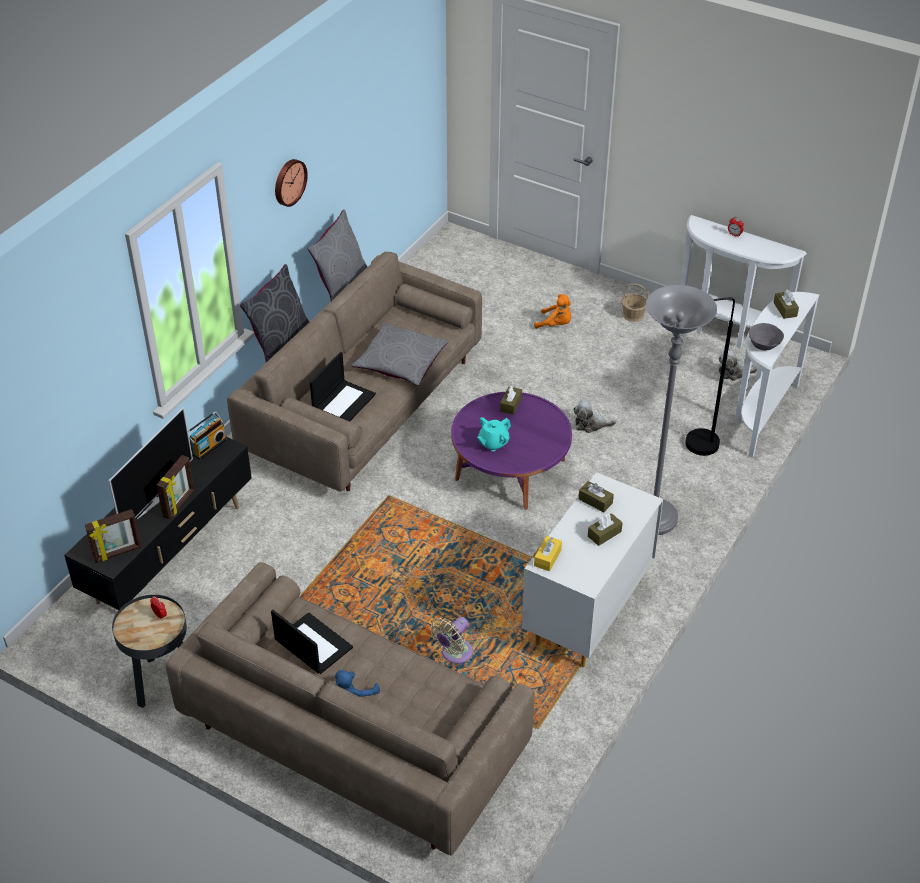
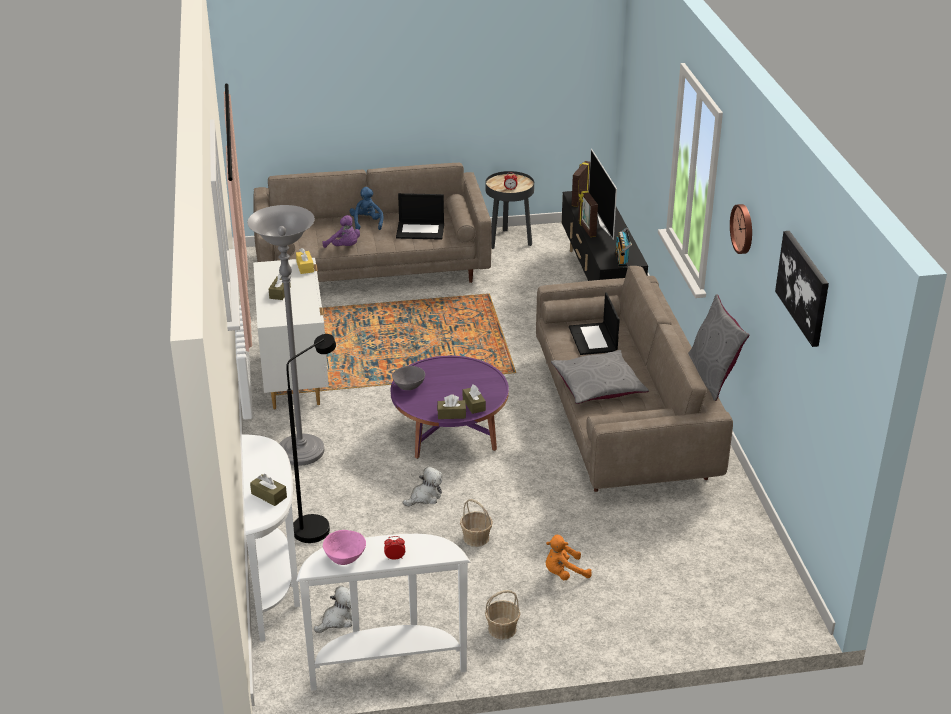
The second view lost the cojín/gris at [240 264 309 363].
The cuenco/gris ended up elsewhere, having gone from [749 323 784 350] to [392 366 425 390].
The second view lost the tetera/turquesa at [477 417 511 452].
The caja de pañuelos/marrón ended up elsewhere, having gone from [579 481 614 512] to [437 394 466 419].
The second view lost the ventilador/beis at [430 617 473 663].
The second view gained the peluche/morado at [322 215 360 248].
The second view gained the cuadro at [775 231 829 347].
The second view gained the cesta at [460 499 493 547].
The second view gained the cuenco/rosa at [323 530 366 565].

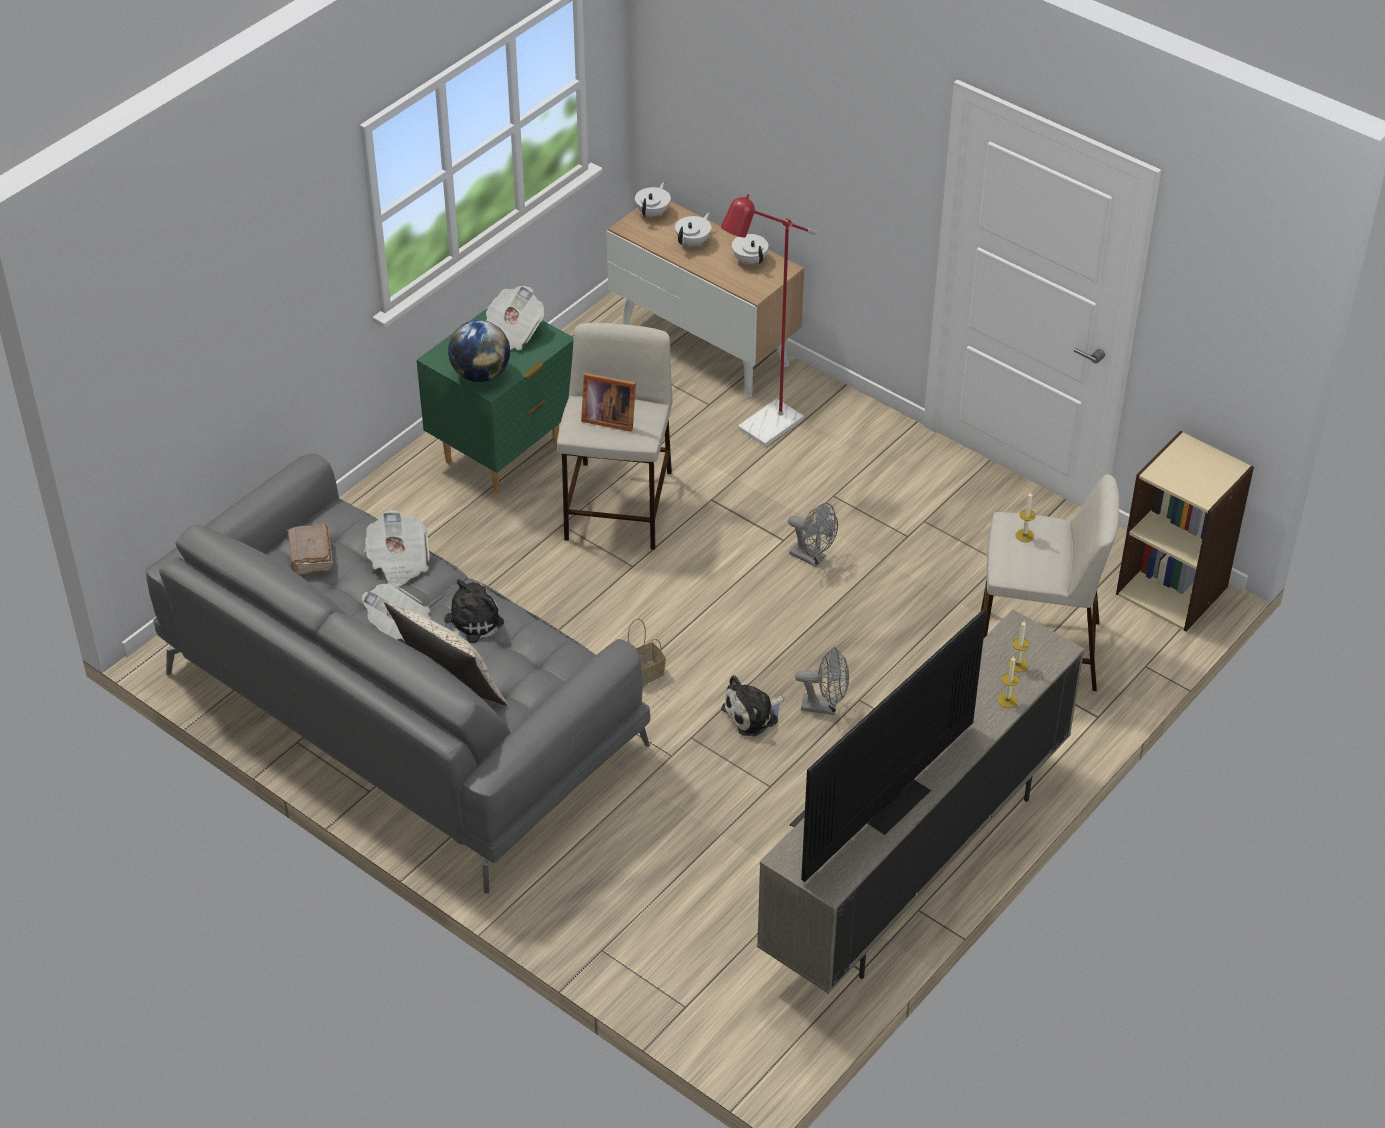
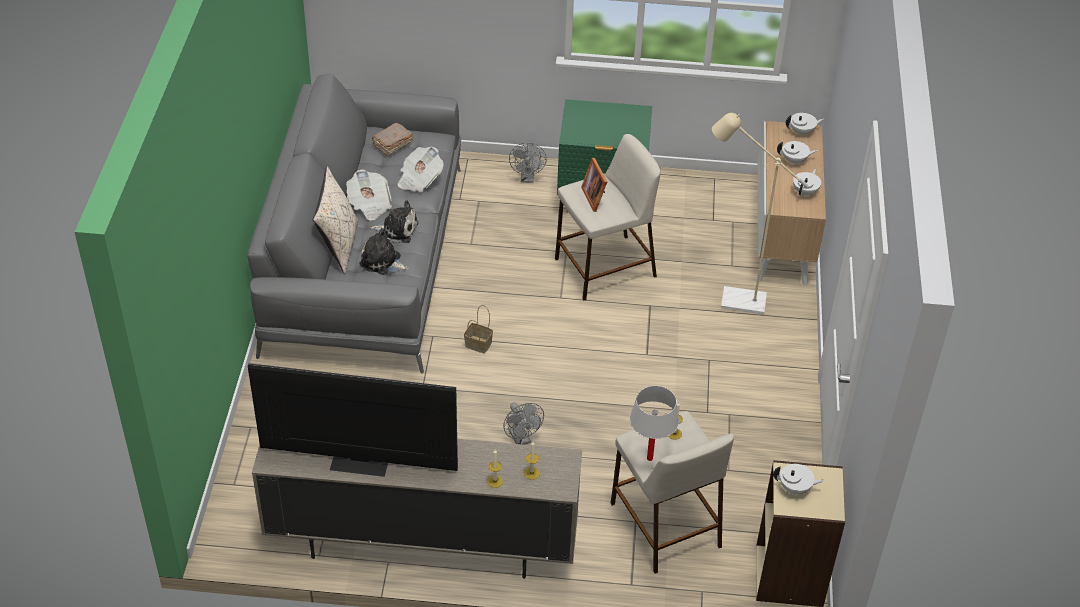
What was the lámpara de pie/rojo at [721 194 817 447] turned into the lámpara de pie/beis at [712 113 808 314].
The second view lost the periódico at [486 286 544 350].
The second view lost the globo terráqueo at [448 320 510 382].
The ventilador/gris ended up elsewhere, having gone from [788 503 838 567] to [509 143 547 183].
The peluche ended up elsewhere, having gone from [721 675 785 736] to [359 228 409 275].
The second view gained the lámpara de mesa/blanco at [630 386 679 461].
The second view gained the tetera/blanco at [773 464 825 496].

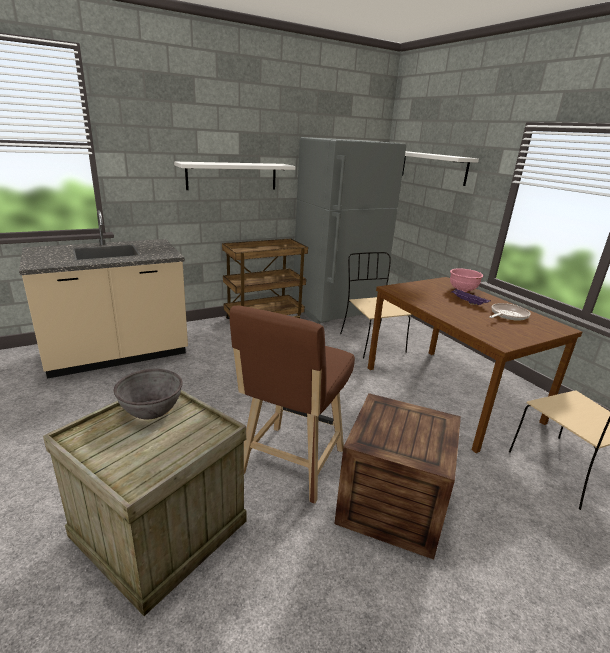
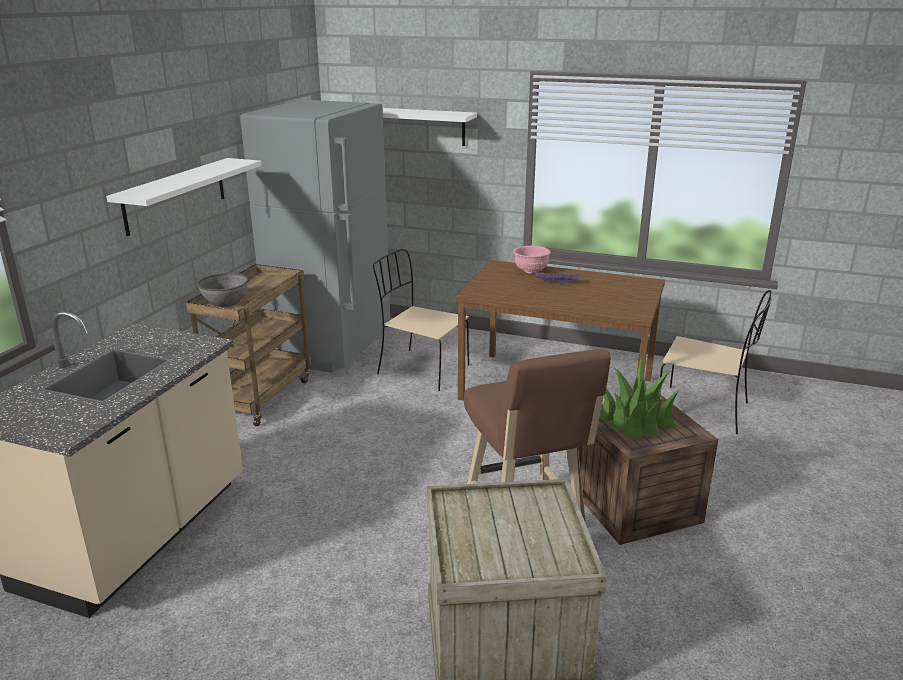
The second view lost the sartén at [489 303 531 321].
The cuenco/gris ended up elsewhere, having gone from [114 369 183 419] to [197 273 248 307].
The second view gained the planta en maceta at [599 357 681 440].

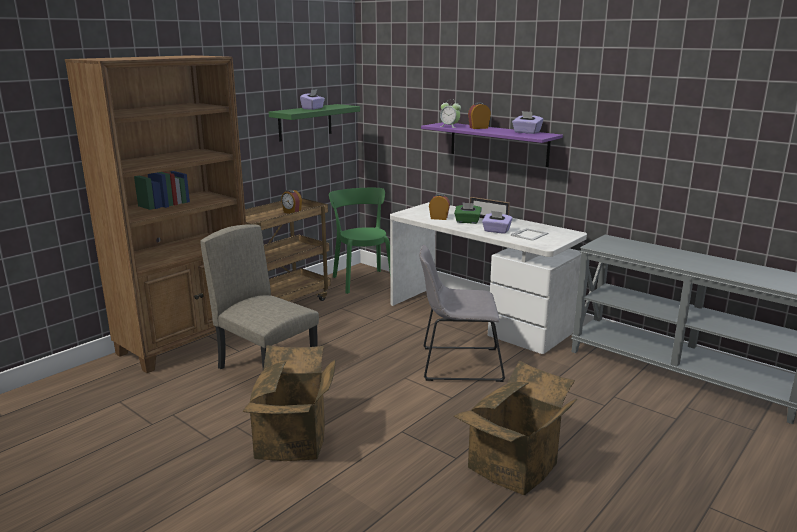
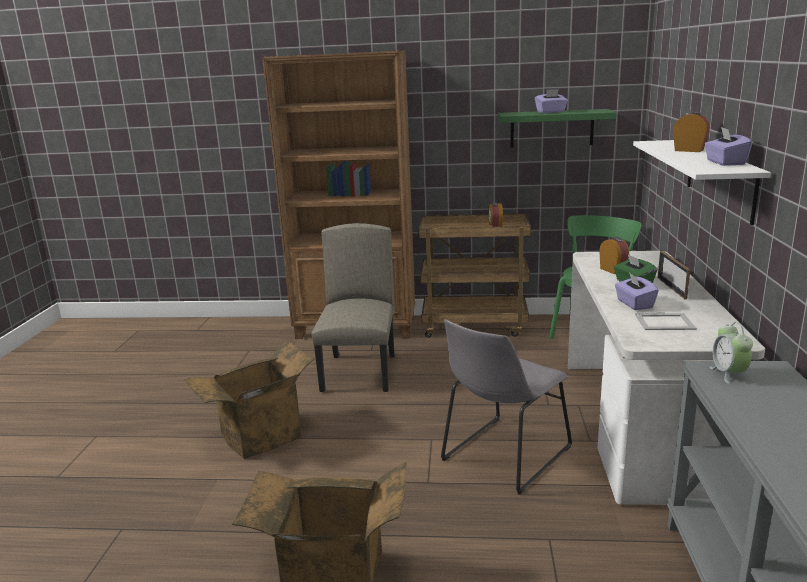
The despertador ended up elsewhere, having gone from [440 99 461 128] to [710 322 753 384].
What was the estante/morado at [421 122 563 167] turned into the estante/blanco at [633 140 771 225].
The silla/gris at [419 245 505 382] ended up facing another way, 105 degrees counterclockwise from before.

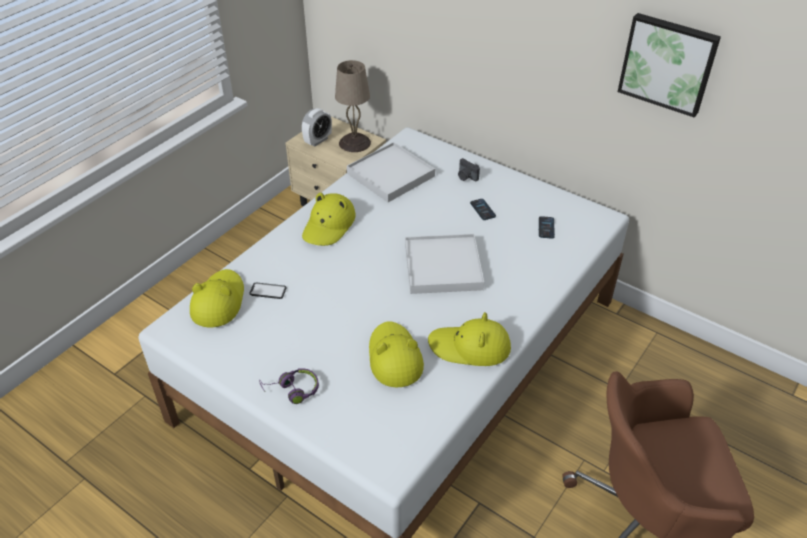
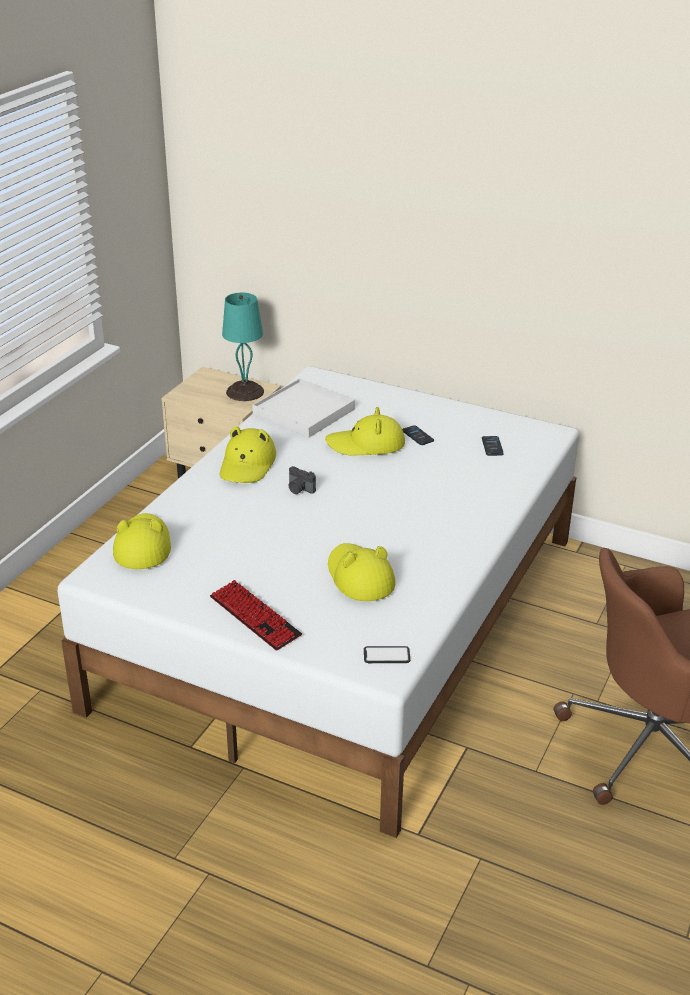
The second view lost the cuadro at [618 13 721 117].
What was the lámpara de mesa/beis at [335 60 371 152] turned into the lámpara de mesa/turquesa at [222 293 264 401].
The second view lost the despertador at [302 108 332 146].
The cámara ended up elsewhere, having gone from [458 158 480 181] to [289 466 316 494].
The second view lost the bandeja/blanco at [405 234 484 294].
The móvil ended up elsewhere, having gone from [249 282 287 299] to [364 646 410 663].
The sombrero/amarillo ended up elsewhere, having gone from [428 312 511 366] to [325 407 405 455].
Where the auriculares/morado stood at [259 368 319 404], the teclado came to stand at [210 580 302 651].

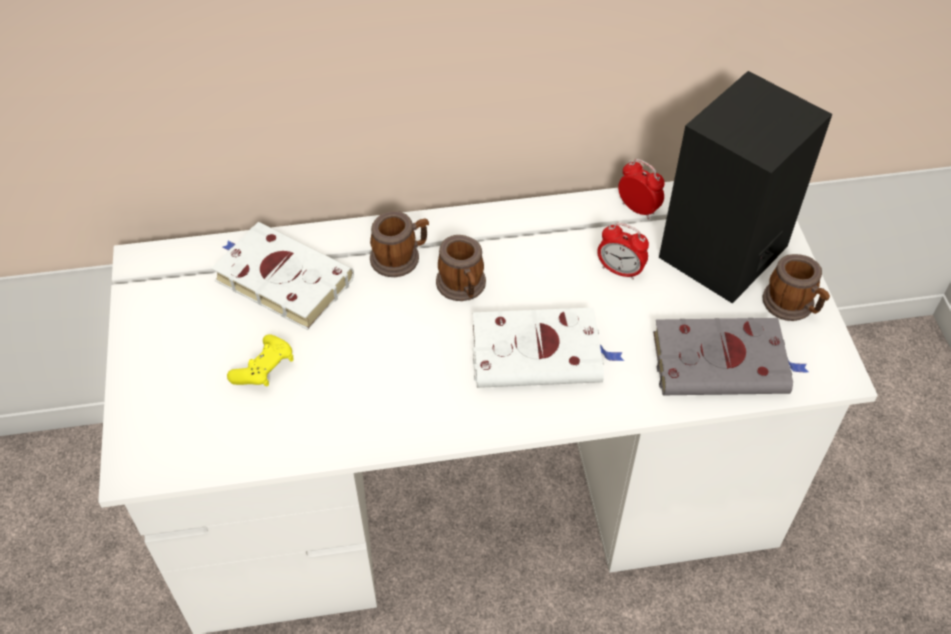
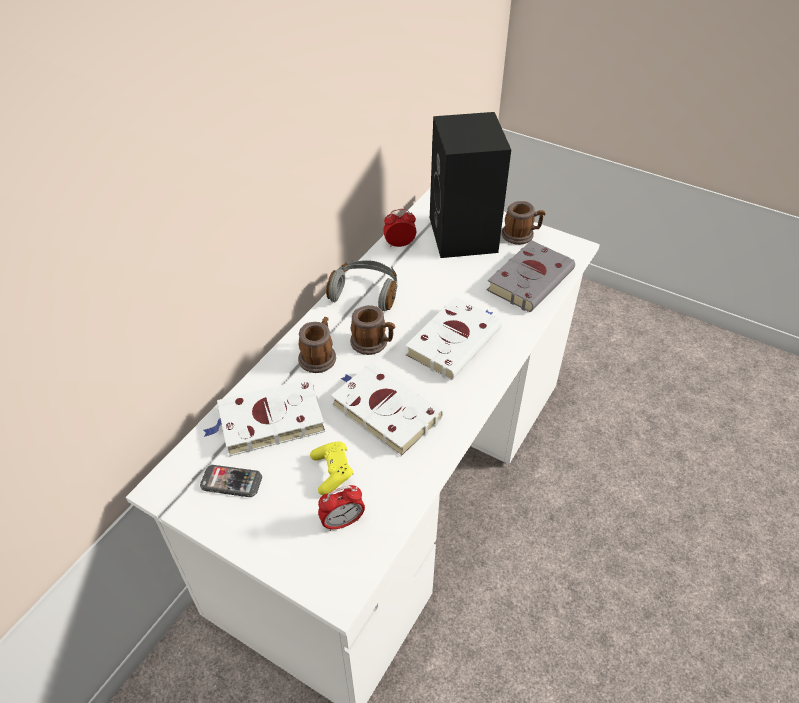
The despertador ended up elsewhere, having gone from [597 223 649 280] to [318 485 365 531].
The second view gained the auriculares/gris at [326 260 397 311].
The second view gained the libro/blanco at [331 363 443 457].
The second view gained the móvil at [200 465 262 497].

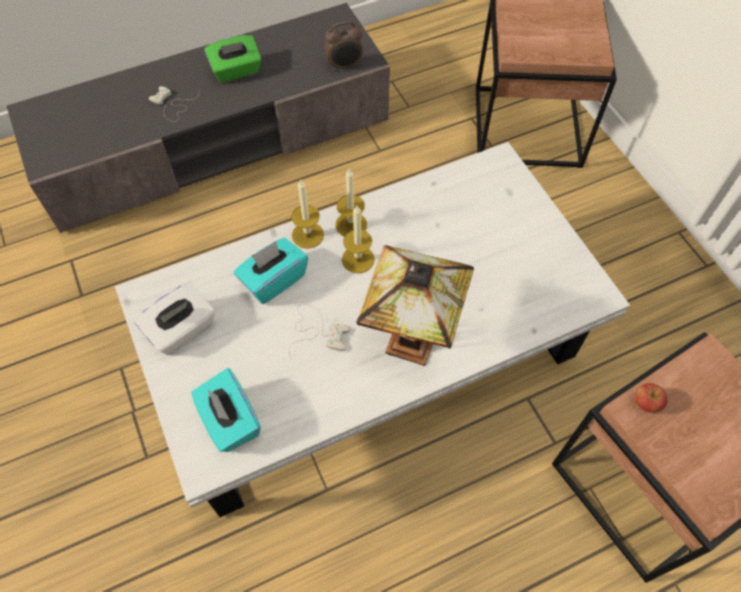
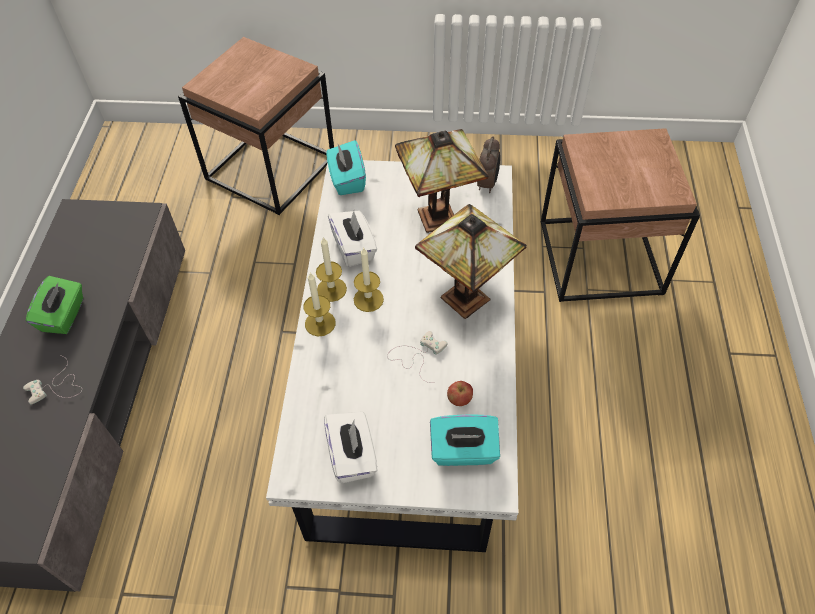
The despertador ended up elsewhere, having gone from [324 21 363 71] to [477 136 500 193].
The caja de pañuelos/turquesa ended up elsewhere, having gone from [234 238 308 304] to [326 140 366 195].
The manzana ended up elsewhere, having gone from [635 383 668 413] to [447 381 473 406].
The second view gained the lámpara de mesa at [395 129 489 233].
The second view gained the caja de pañuelos/blanco at [328 211 377 267].

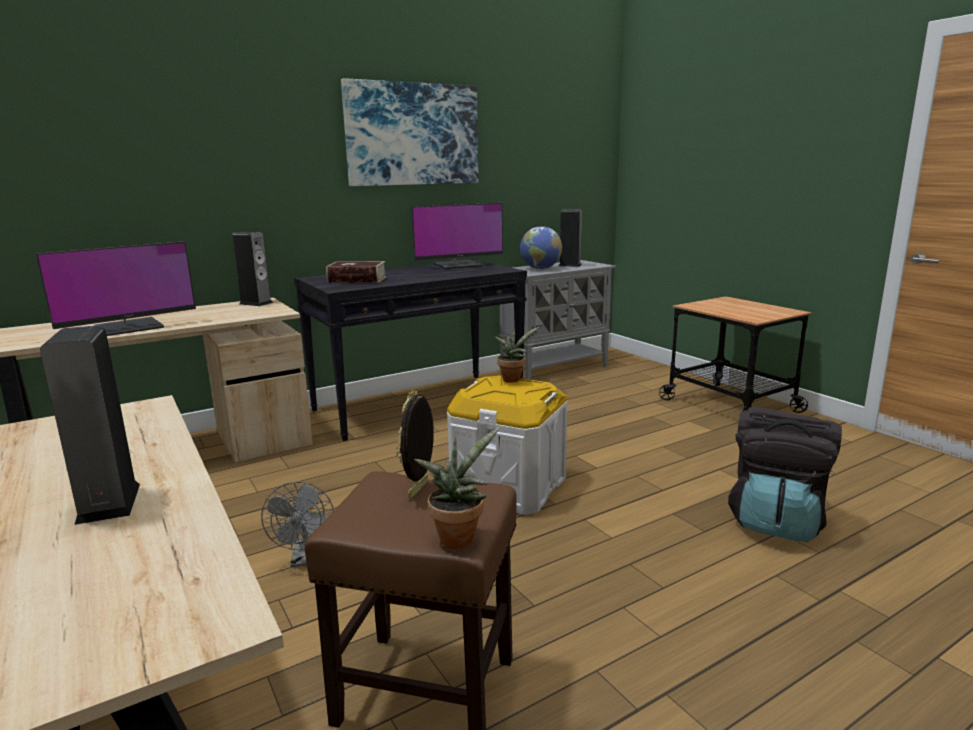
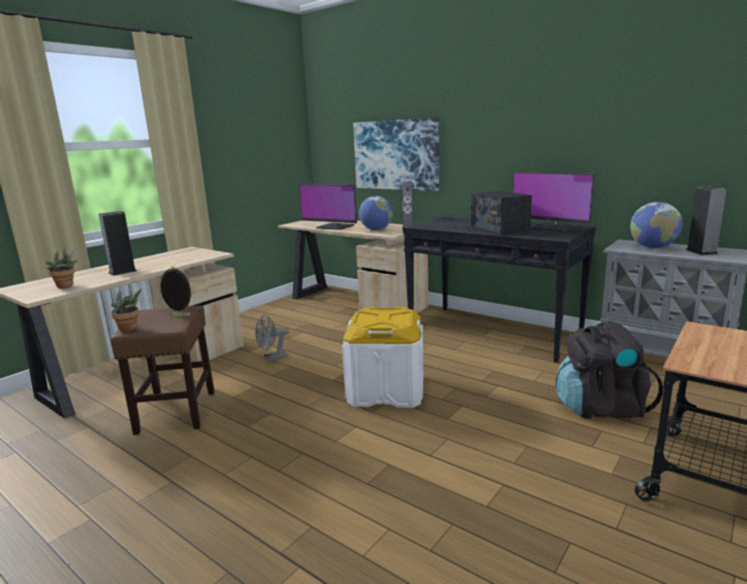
The cuadro ended up elsewhere, having gone from [341 78 479 186] to [353 117 439 191].
The second view lost the libro at [326 261 386 283].
The planta en maceta ended up elsewhere, having gone from [494 326 540 383] to [46 247 78 289].
The mochila/negro ended up elsewhere, having gone from [728 407 842 542] to [555 321 663 419].
The second view gained the radio at [471 191 532 235].
The second view gained the globo terráqueo at [359 196 393 230].

